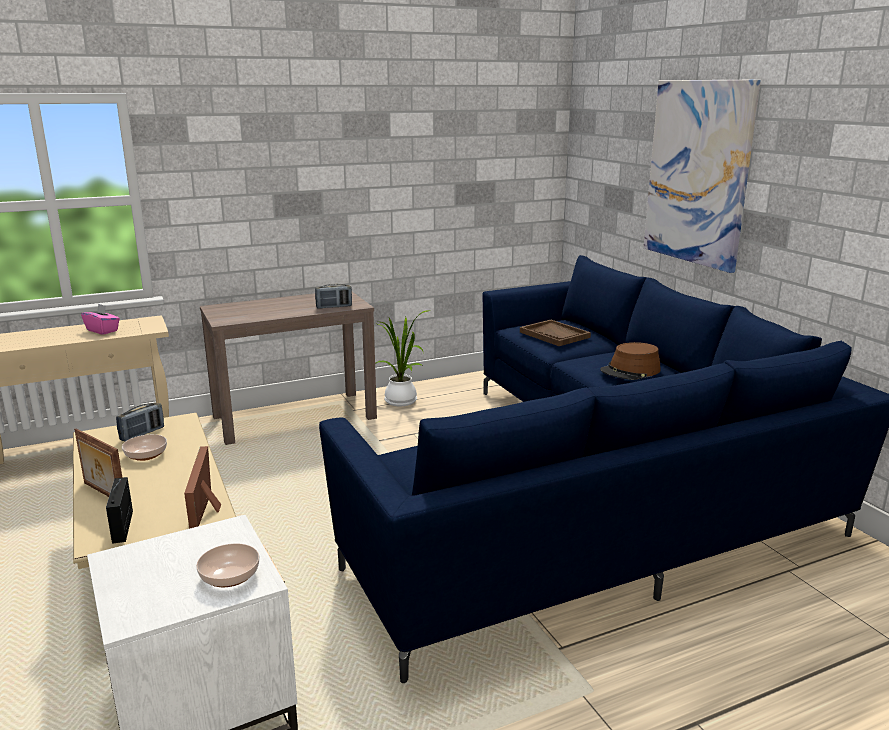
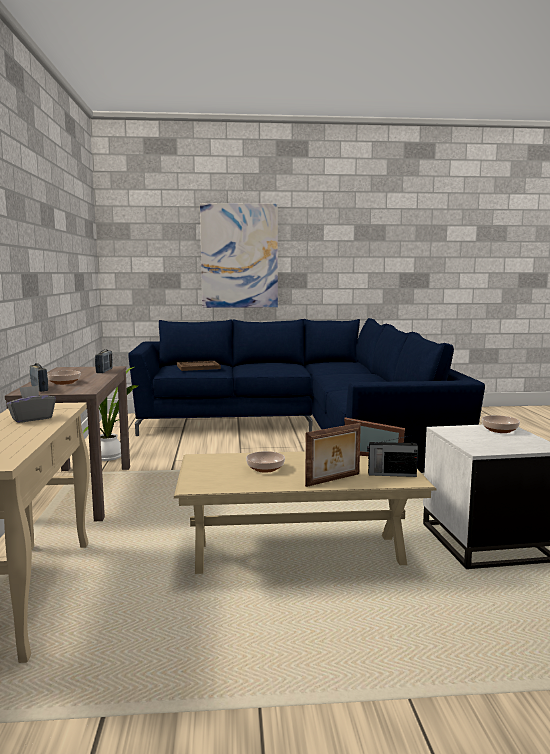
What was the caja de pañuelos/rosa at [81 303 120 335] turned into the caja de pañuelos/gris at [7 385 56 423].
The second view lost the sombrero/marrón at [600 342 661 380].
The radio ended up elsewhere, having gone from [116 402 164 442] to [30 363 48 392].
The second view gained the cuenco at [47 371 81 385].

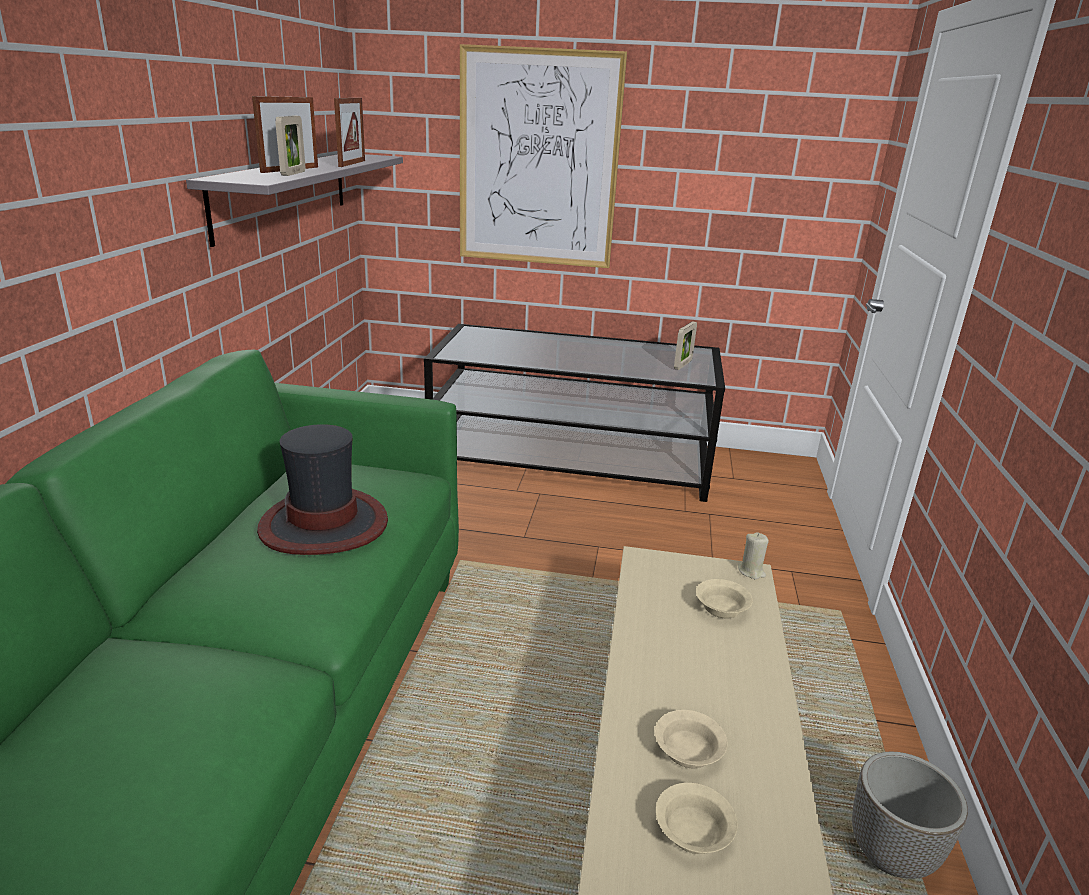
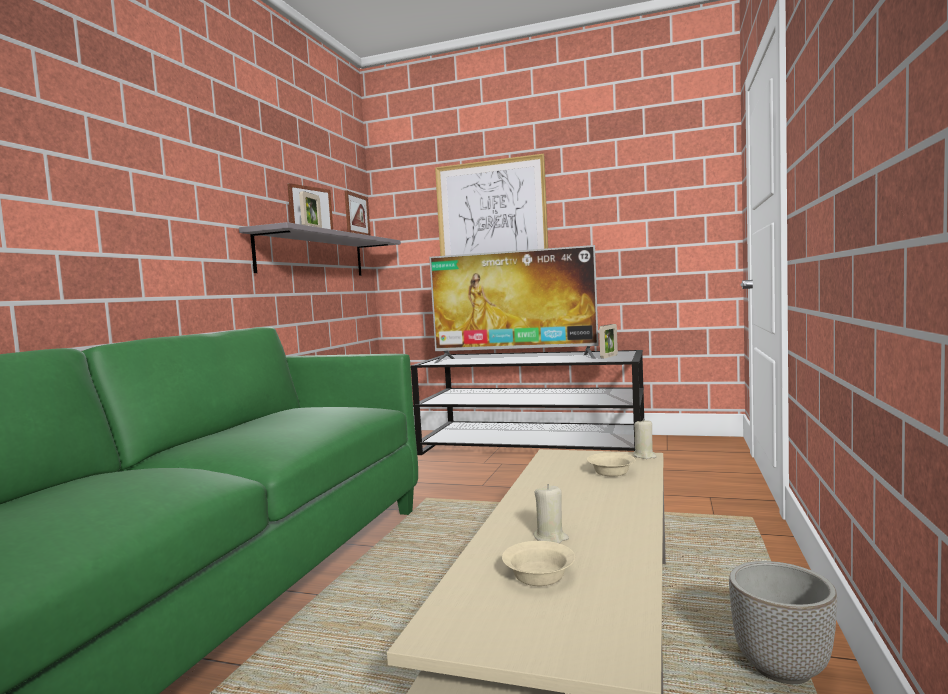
The second view lost the sombrero at [257 424 388 555].
Where the cuenco/beis stood at [655 710 727 768], the vela/beis came to stand at [534 484 569 543].
The second view gained the televisor at [429 245 599 363].

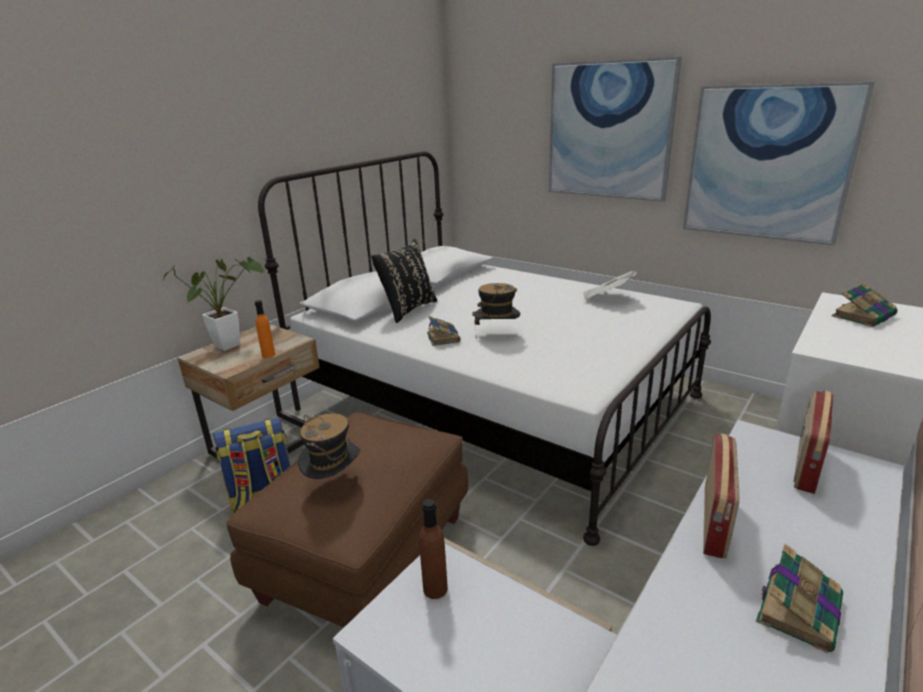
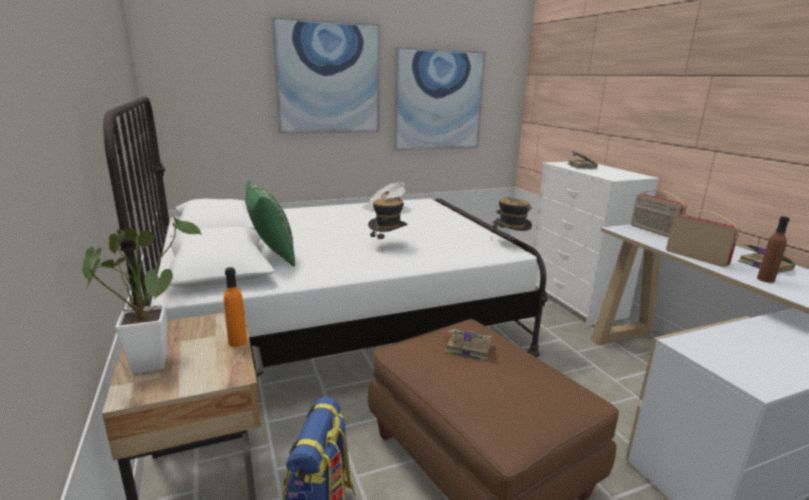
What was the cojín/negro at [371 239 437 323] turned into the cojín/verde at [245 181 295 266].
The libro ended up elsewhere, having gone from [427 316 461 346] to [444 329 493 361].
The sombrero ended up elsewhere, having gone from [298 413 360 479] to [491 197 532 239].
The botella/marrón ended up elsewhere, having gone from [419 499 448 599] to [757 216 789 283].

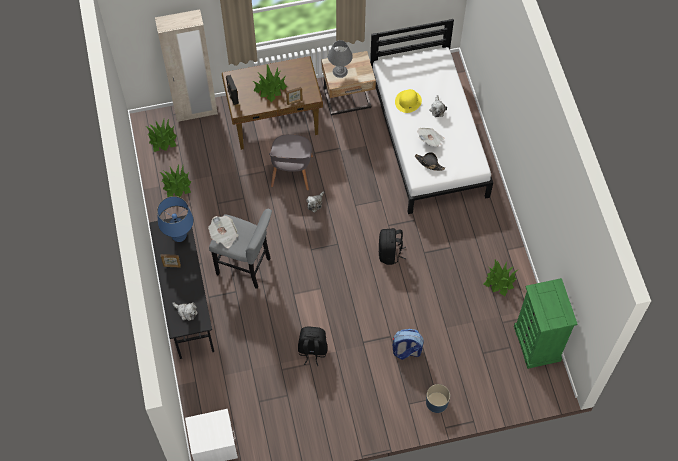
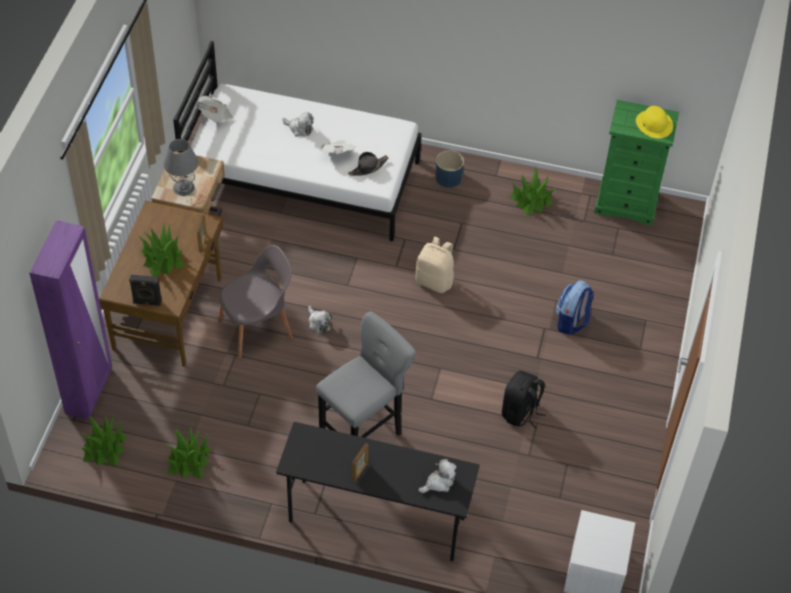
What was the armario ropero/beis at [155 9 218 122] turned into the armario ropero/morado at [29 220 112 420].
The sombrero/amarillo ended up elsewhere, having gone from [395 89 422 113] to [636 106 673 138].
The silla/gris at [269 134 313 191] ended up facing another way, 60 degrees counterclockwise from before.
The second view lost the lámpara de mesa/azul at [157 196 193 242].
The periódico ended up elsewhere, having gone from [208 216 239 248] to [196 96 234 123].
What was the mochila/negro at [379 228 406 265] turned into the mochila/beis at [415 236 454 293].
The maceta/azul ended up elsewhere, having gone from [426 384 450 413] to [435 150 464 188].

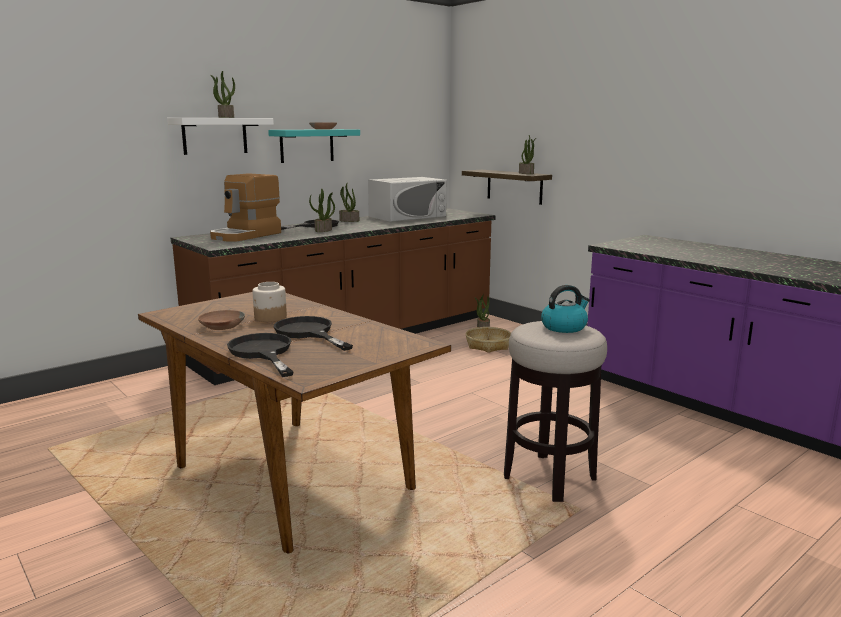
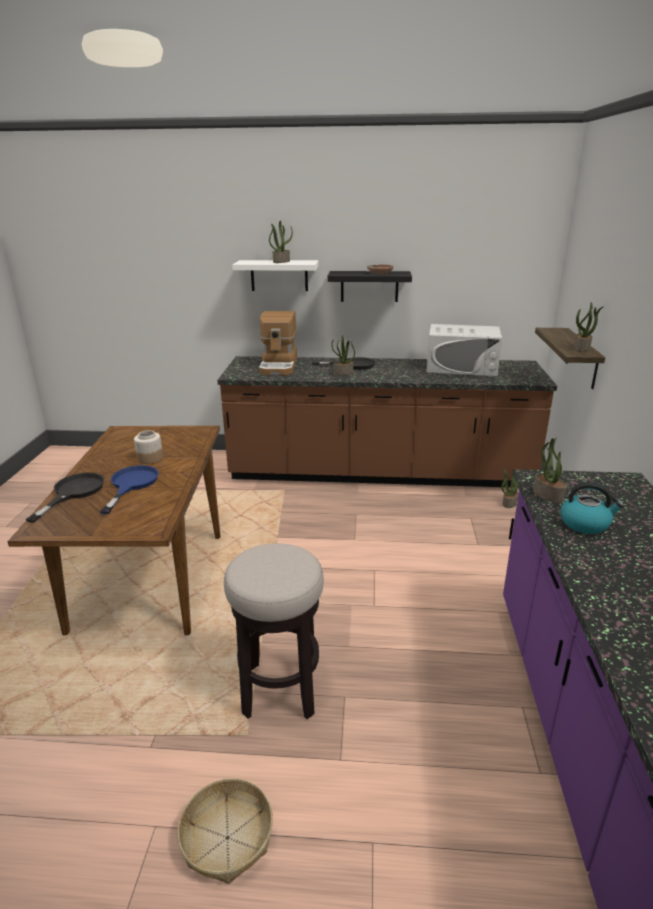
What was the estante/turquesa at [268 129 360 163] turned into the estante/negro at [327 271 412 302].
The cafetera at [210 173 281 242] ended up facing another way, 75 degrees counterclockwise from before.
The planta en maceta ended up elsewhere, having gone from [339 183 359 222] to [533 437 567 503].
The hervidor ended up elsewhere, having gone from [541 285 590 333] to [560 482 624 534].
The second view lost the cuenco/marrón at [198 310 245 330].
What was the sartén/negro at [274 316 353 351] turned into the sartén/azul at [100 465 159 514].
The cesta ended up elsewhere, having gone from [466 327 511 353] to [177 778 273 884].

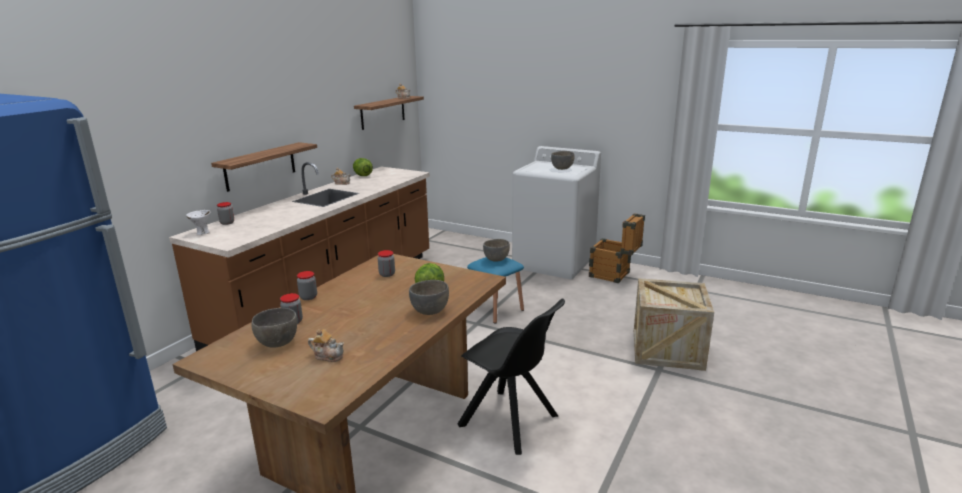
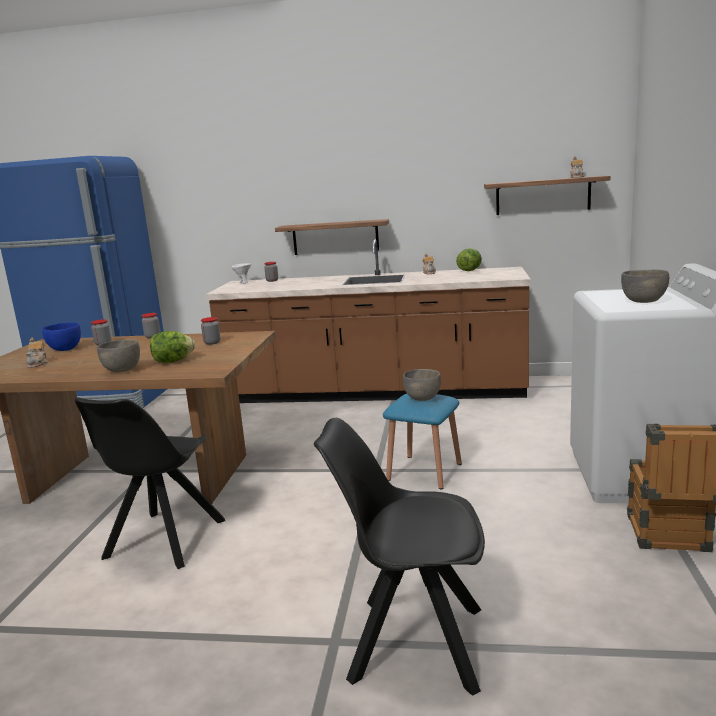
Where the caja de embalaje stood at [634 278 714 371], the silla/negro came to stand at [314 418 485 696].
What was the cuenco/gris at [251 308 297 348] turned into the cuenco/azul at [42 322 81 351].

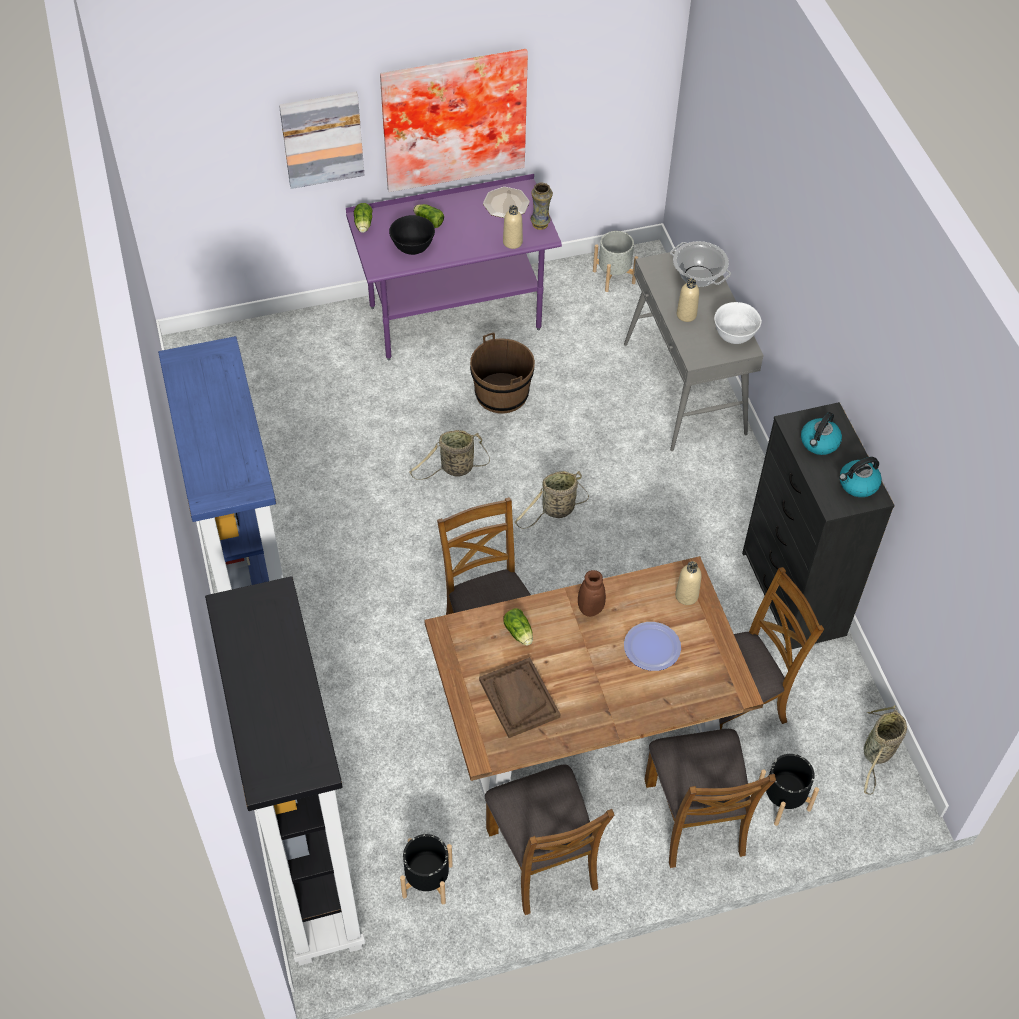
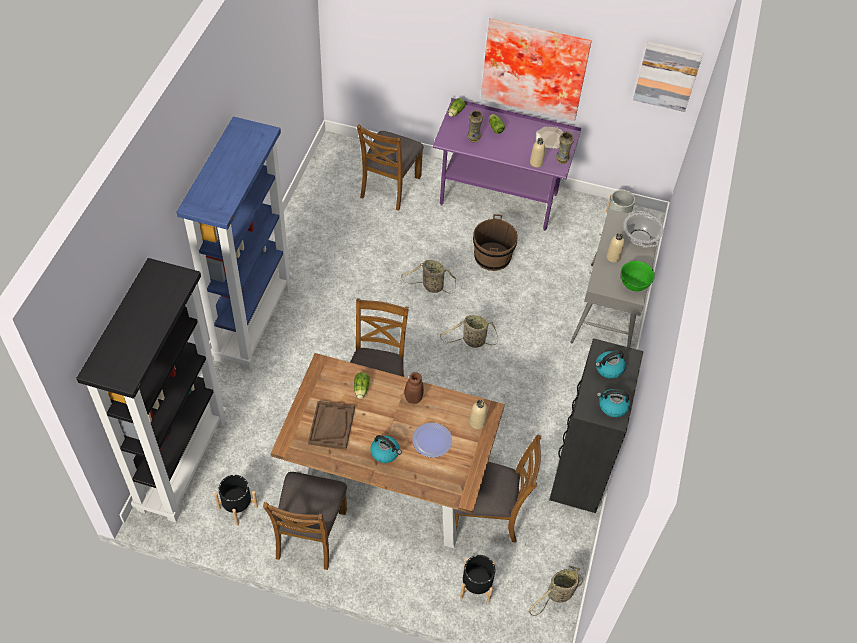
The cuadro ended up elsewhere, having gone from [279 92 365 189] to [633 41 703 112].
Where the cuenco/negro stood at [389 215 435 255], the florero came to stand at [467 110 483 142].
What was the cuenco/blanco at [714 302 762 344] turned into the cuenco/verde at [621 261 655 292].
The silla/marrón ended up elsewhere, having gone from [644 729 776 868] to [357 124 424 211].
The second view gained the hervidor at [370 435 402 463].

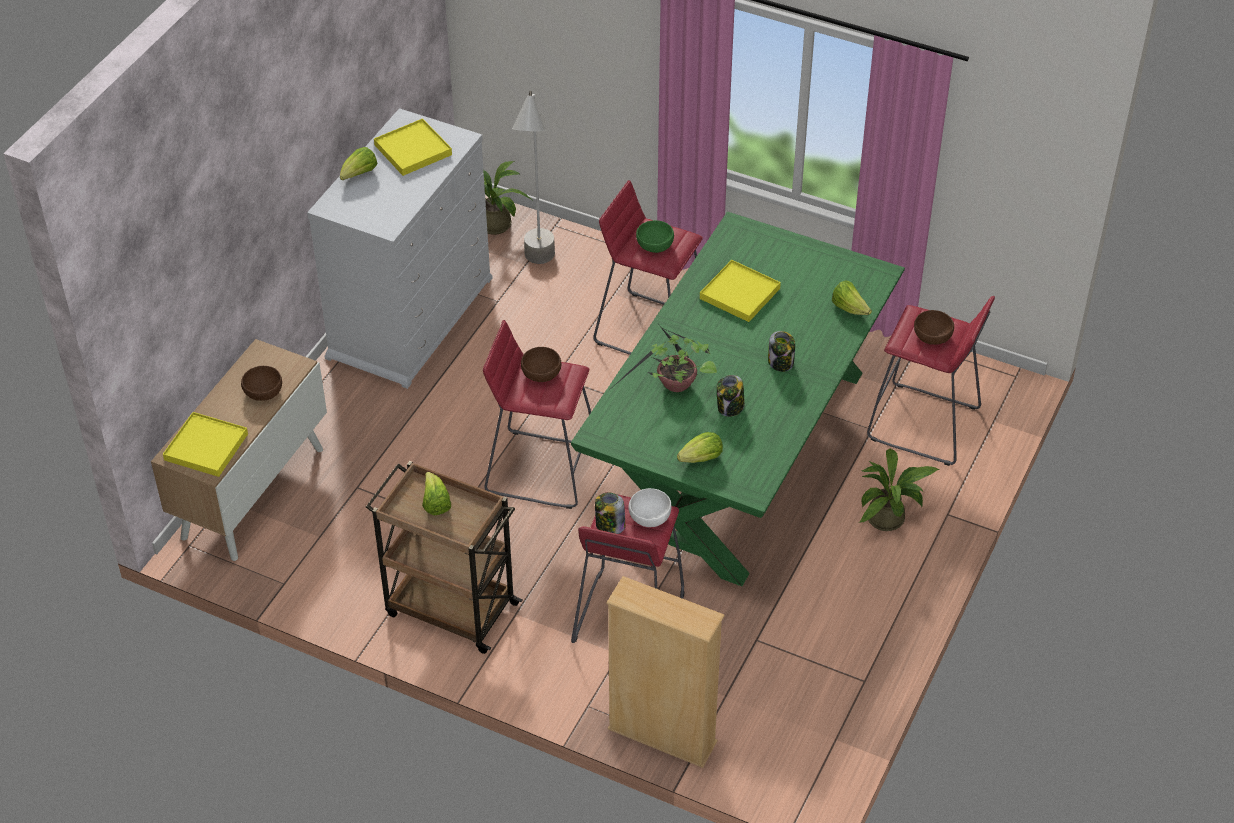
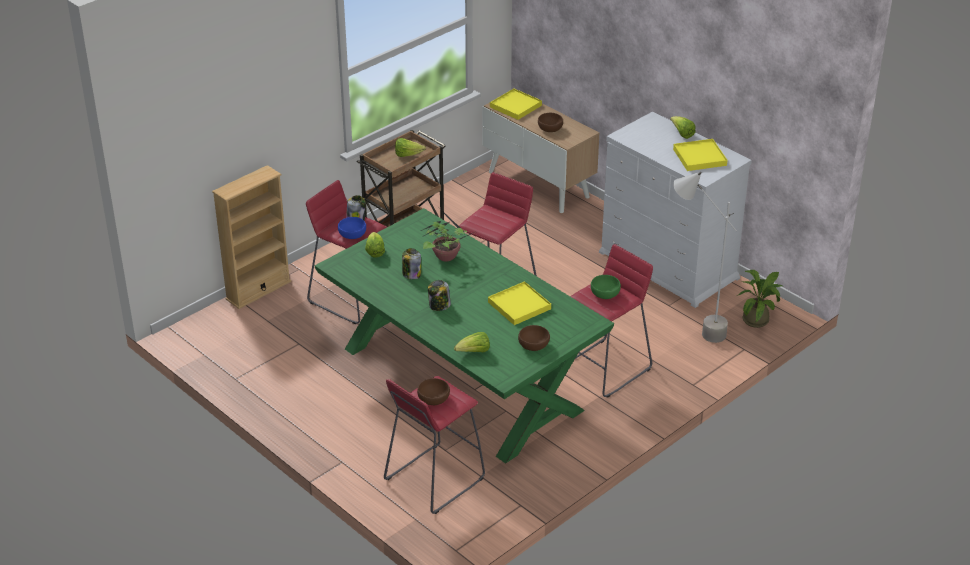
The cuenco/marrón ended up elsewhere, having gone from [521 347 561 382] to [518 325 550 351].
The second view lost the planta en maceta at [860 449 939 531].
What was the cuenco/blanco at [628 488 671 527] turned into the cuenco/azul at [338 217 366 239].

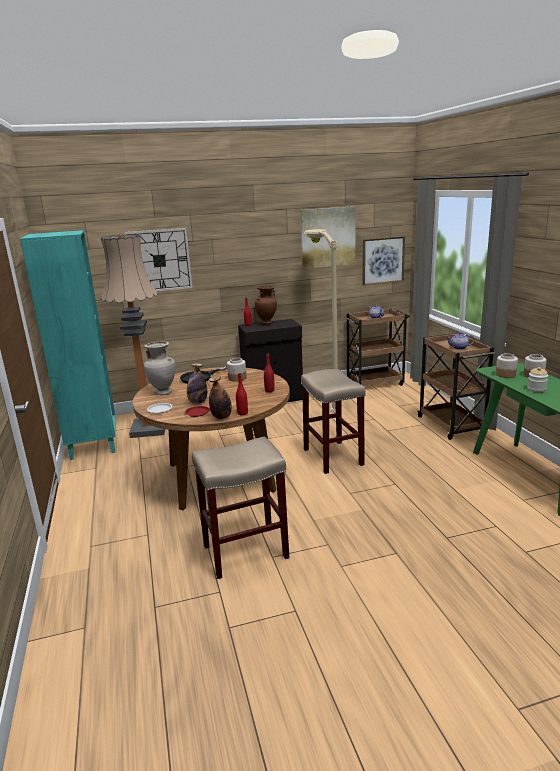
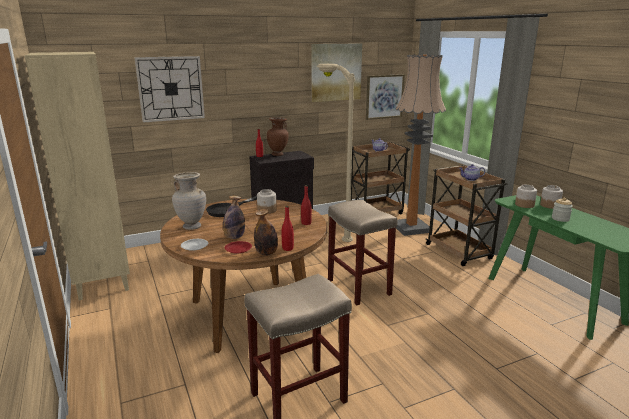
What was the estantería/turquesa at [20 230 115 460] turned into the estantería/beis at [24 52 130 300].
The lámpara de pie ended up elsewhere, having gone from [100 234 165 438] to [396 55 446 236].

